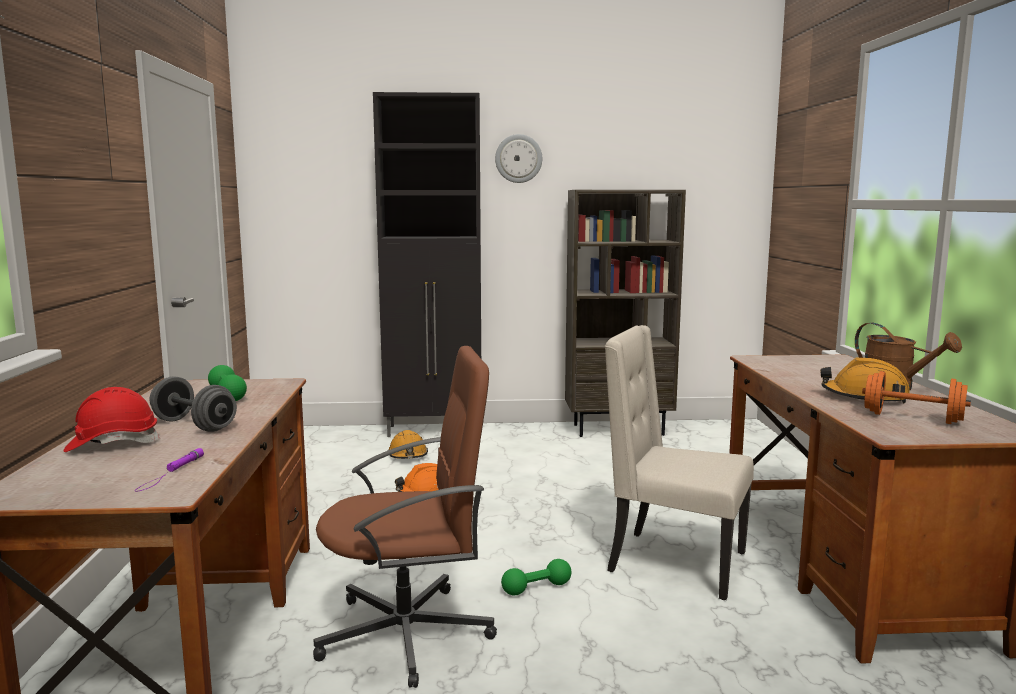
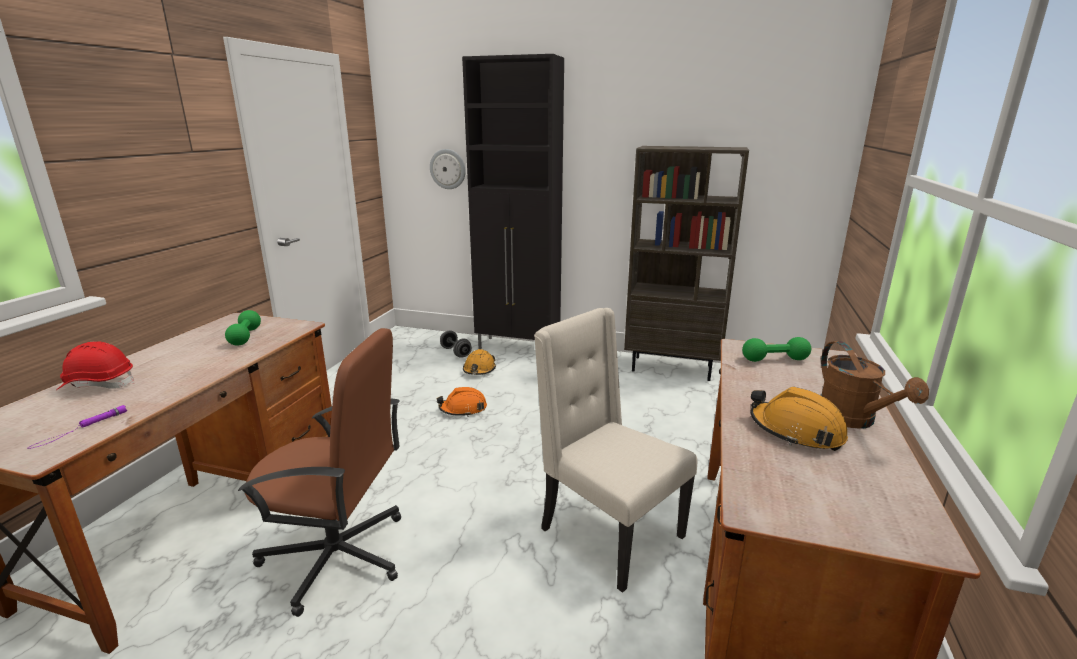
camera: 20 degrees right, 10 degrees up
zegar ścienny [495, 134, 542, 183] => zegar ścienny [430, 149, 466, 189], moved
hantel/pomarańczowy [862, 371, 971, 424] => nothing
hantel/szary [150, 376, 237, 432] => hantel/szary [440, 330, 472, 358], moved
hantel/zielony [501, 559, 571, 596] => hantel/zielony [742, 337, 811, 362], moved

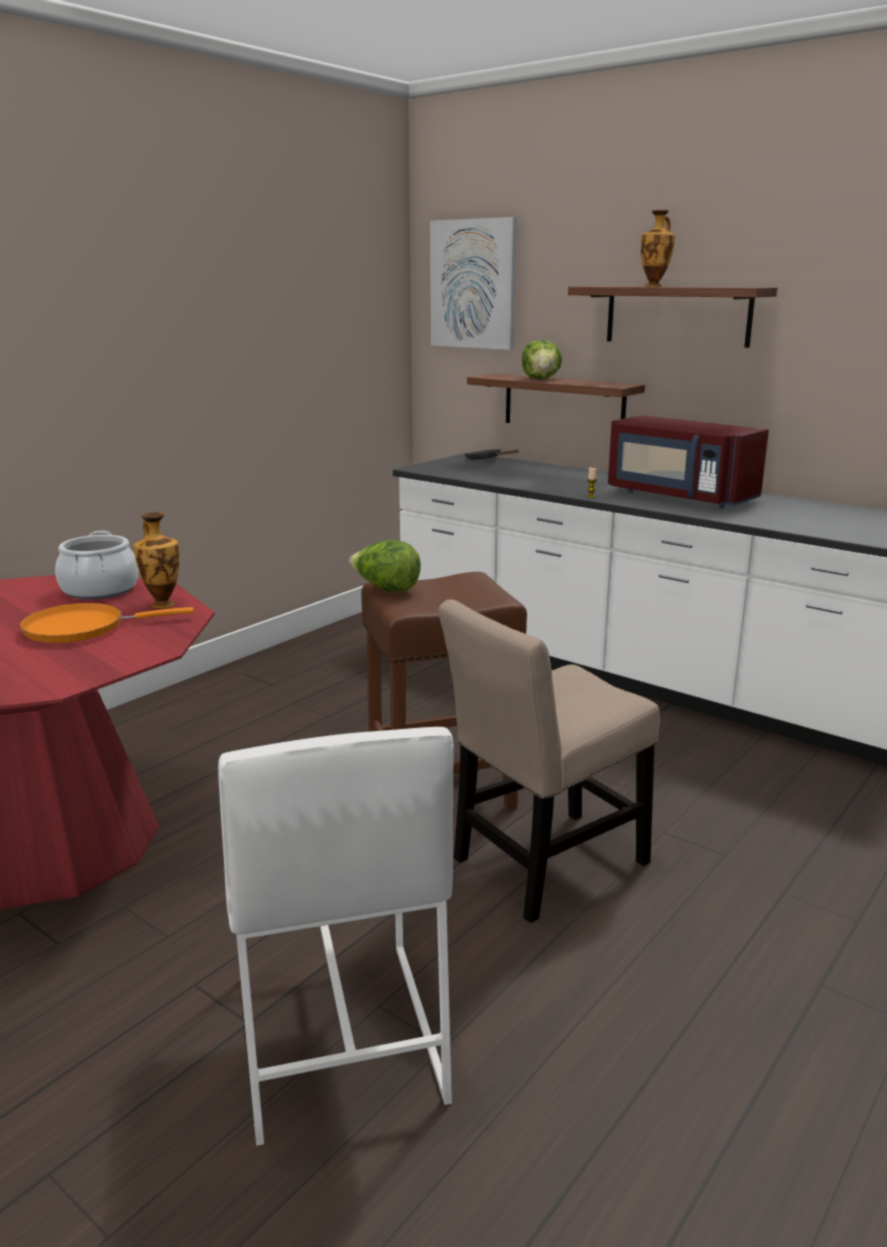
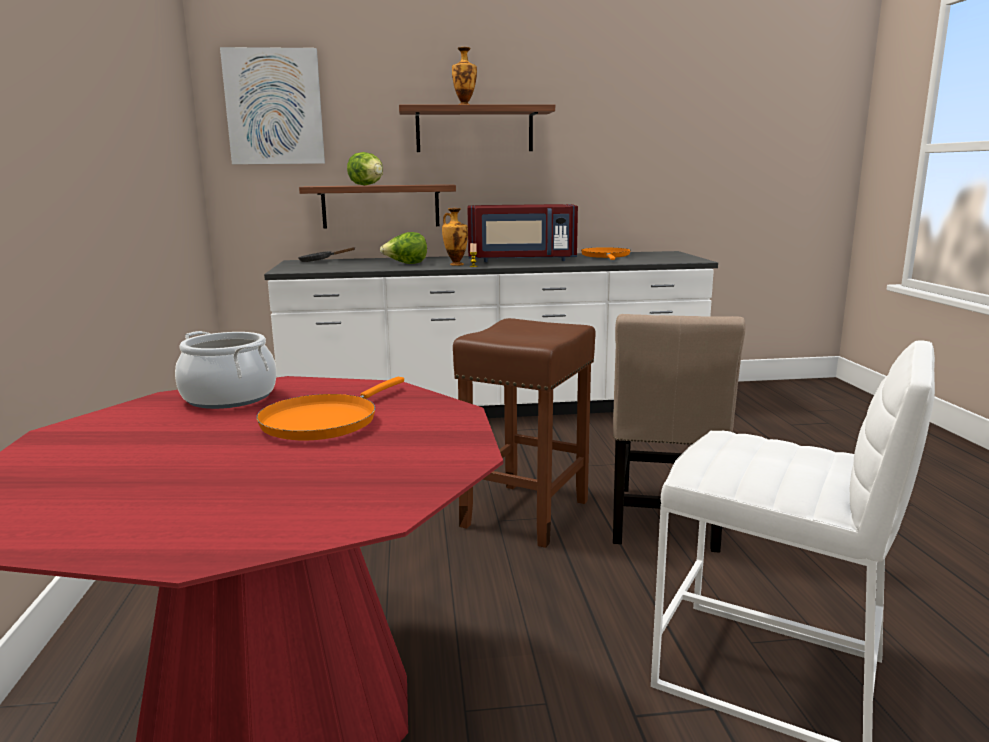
camera: 45 degrees left, 5 degrees down
wazon [134, 512, 180, 609] => wazon [442, 208, 468, 266], moved
sałata [349, 540, 421, 592] => sałata [380, 232, 427, 264], moved
nothing => patelnia/pomarańczowy [581, 247, 631, 260]

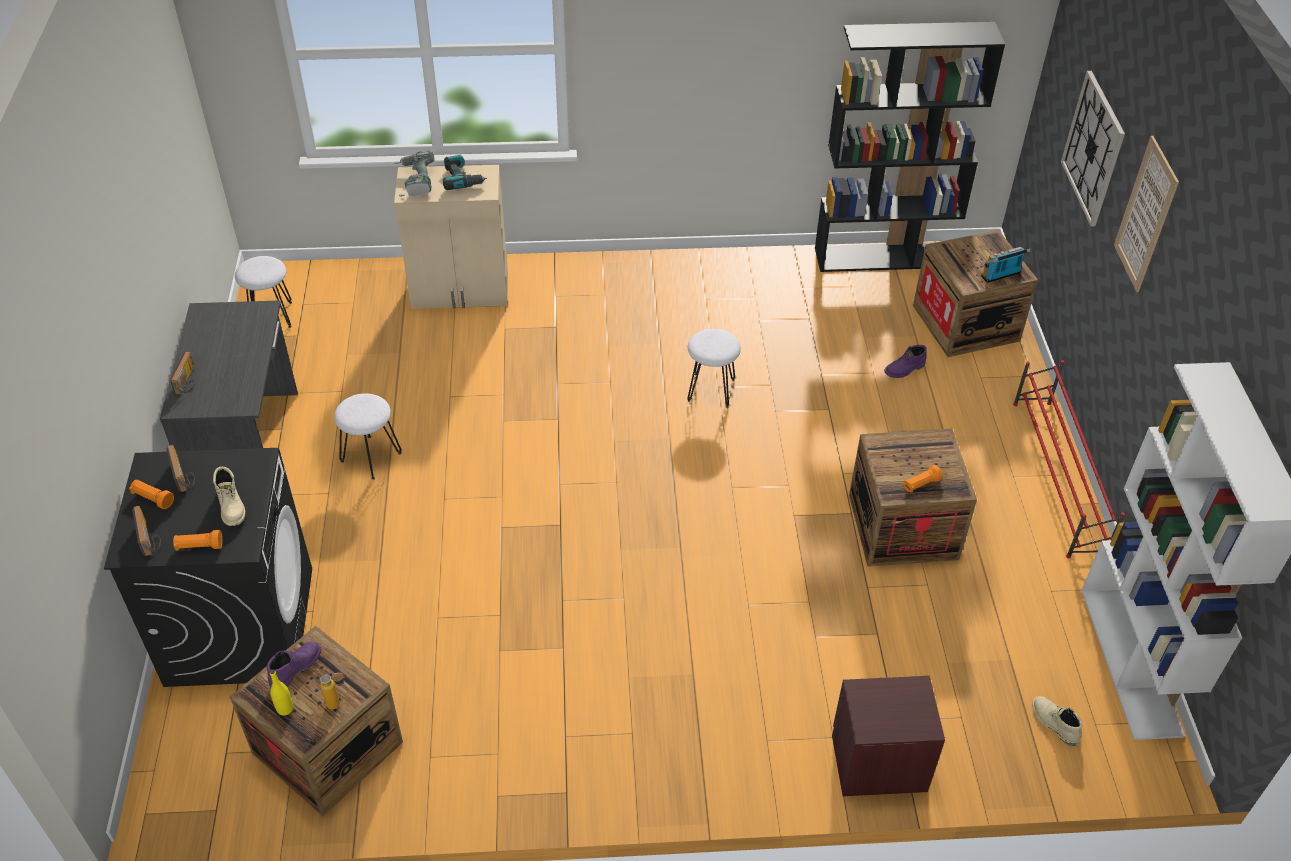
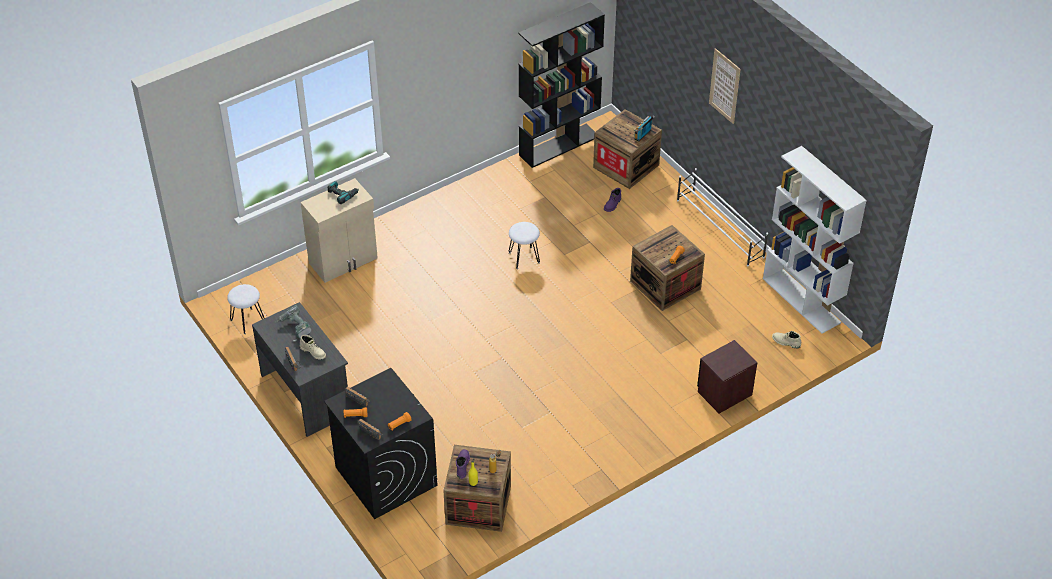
camera: 30 degrees left, 0 degrees up
zegar ścienny [1061, 71, 1125, 226] => nothing
wiertarka [394, 150, 435, 197] => wiertarka [276, 305, 311, 342], moved
regał na buty/czerwony [1013, 360, 1125, 558] => regał na buty/biały [677, 168, 768, 266]
stołek/biały [334, 393, 402, 480] => nothing
but z cholewką/beżowy [213, 467, 245, 526] => but z cholewką/beżowy [300, 335, 326, 359], moved

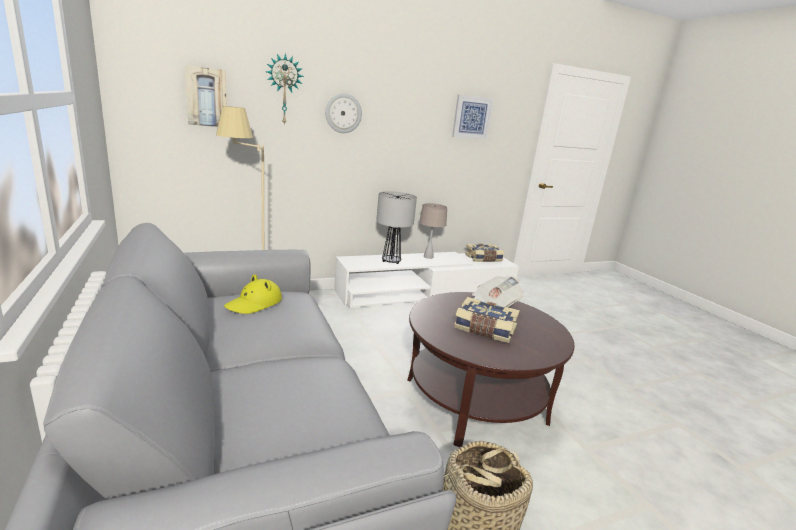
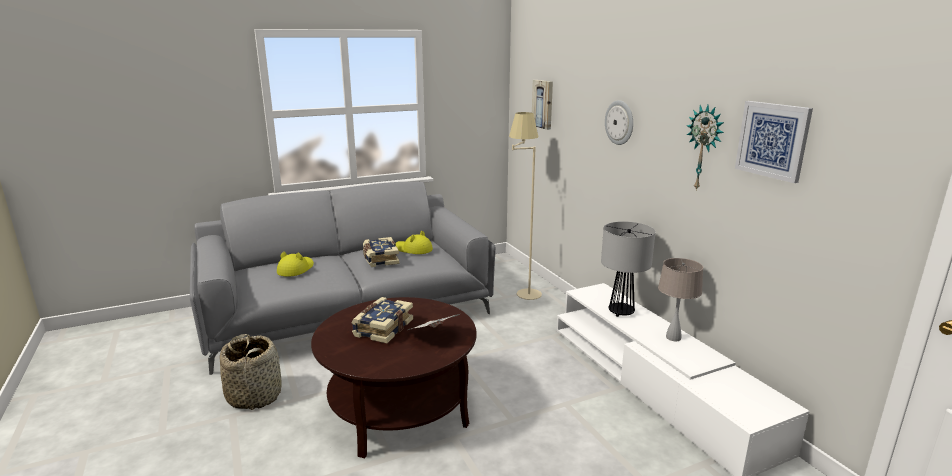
camera: 90 degrees right, 0 degrees up
zegar ścienny [266, 53, 304, 126] => zegar ścienny [687, 105, 724, 190], moved
książka [465, 244, 504, 262] => książka [363, 237, 399, 267], moved
nothing => kapelusz/żółty [277, 252, 314, 277]

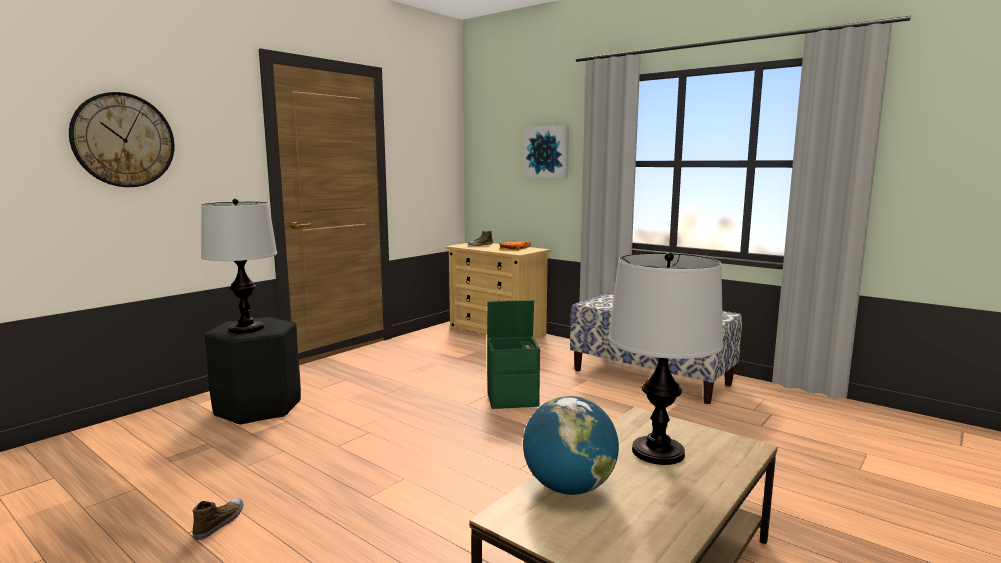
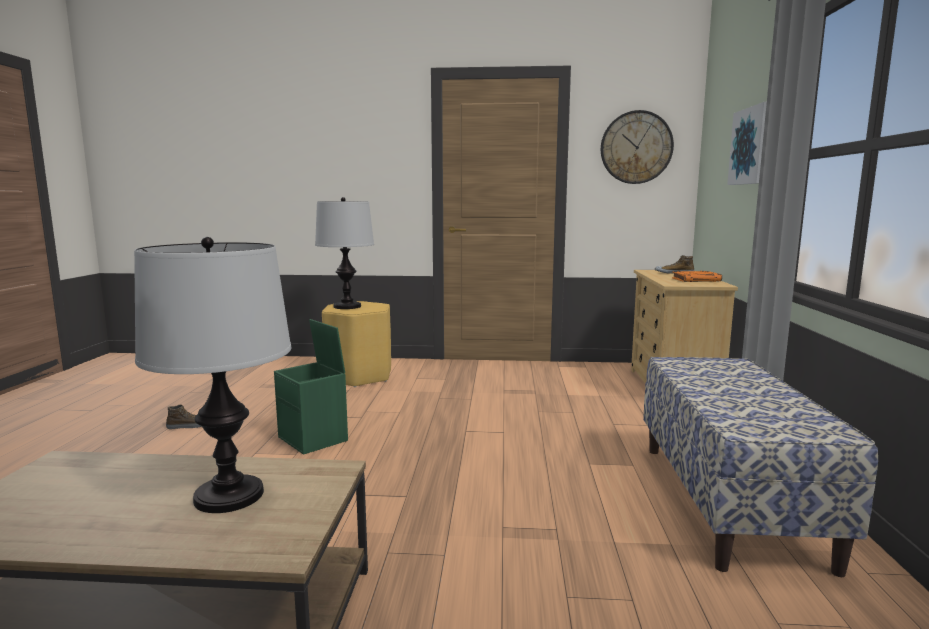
camera: 55 degrees right, 0 degrees up
zegar ścienny [69, 92, 175, 187] => zegar ścienny [601, 110, 674, 184], moved
pojemnik do przechowywania/zielony [487, 300, 540, 409] => pojemnik do przechowywania/zielony [274, 319, 348, 455], moved
stołek/czarny [205, 317, 301, 425] => stołek/żółty [322, 301, 391, 387]
globus [523, 396, 619, 495] => nothing

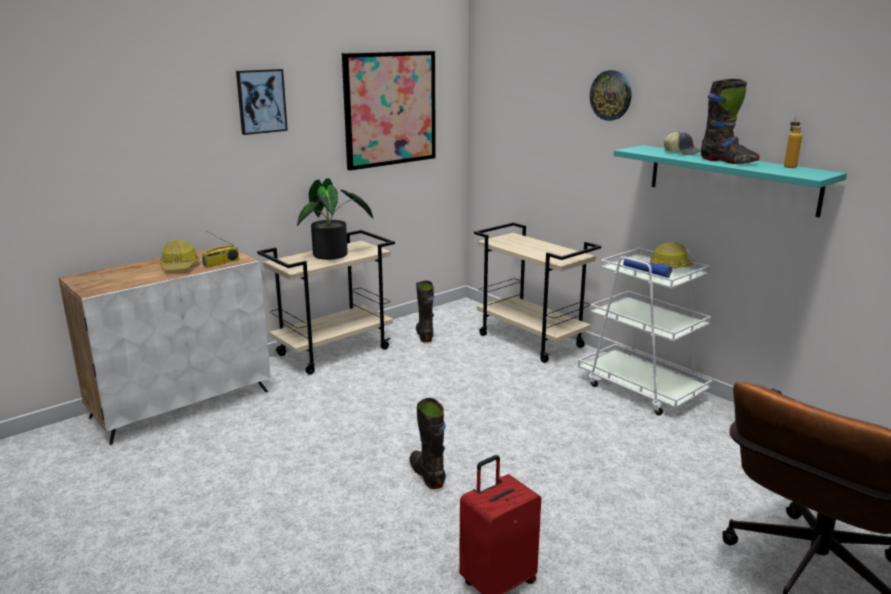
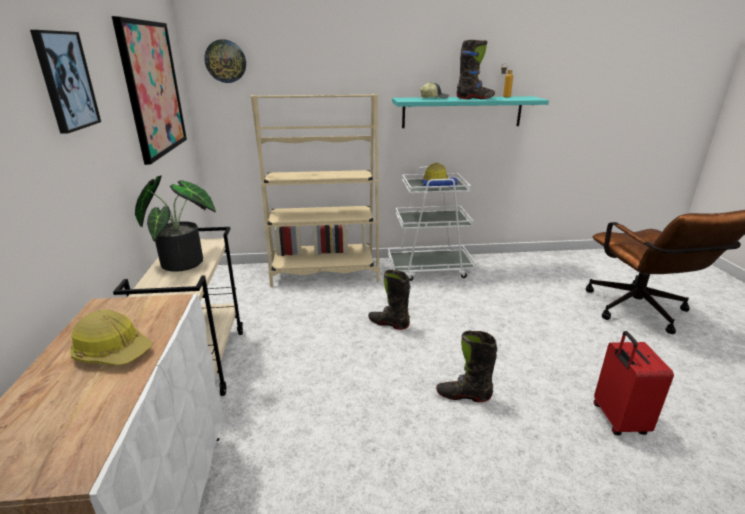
camera: 55 degrees left, 5 degrees up
zegar ścienny [590, 70, 631, 121] => zegar ścienny [204, 39, 246, 83], moved
wózek/beżowy [474, 222, 601, 363] => regał/beżowy [251, 94, 379, 287]
radio [202, 231, 239, 267] => nothing
but z cholewką/czarny [416, 280, 434, 342] => but z cholewką/czarny [368, 270, 411, 330], moved

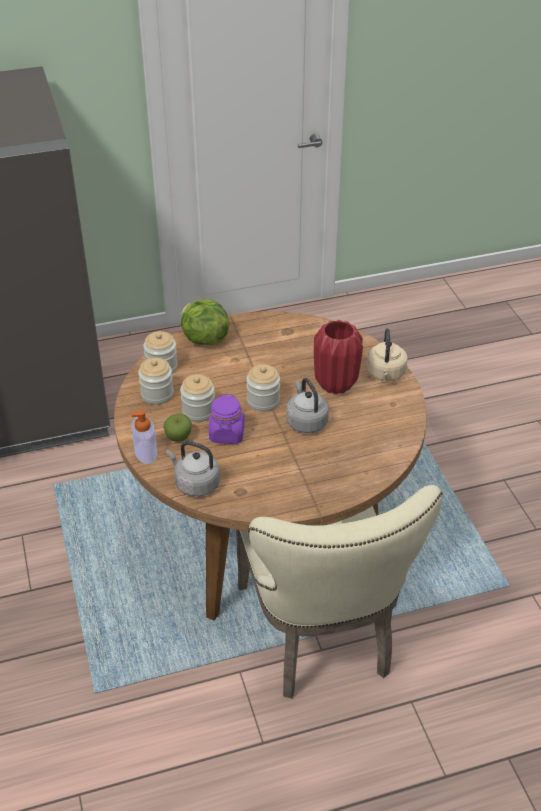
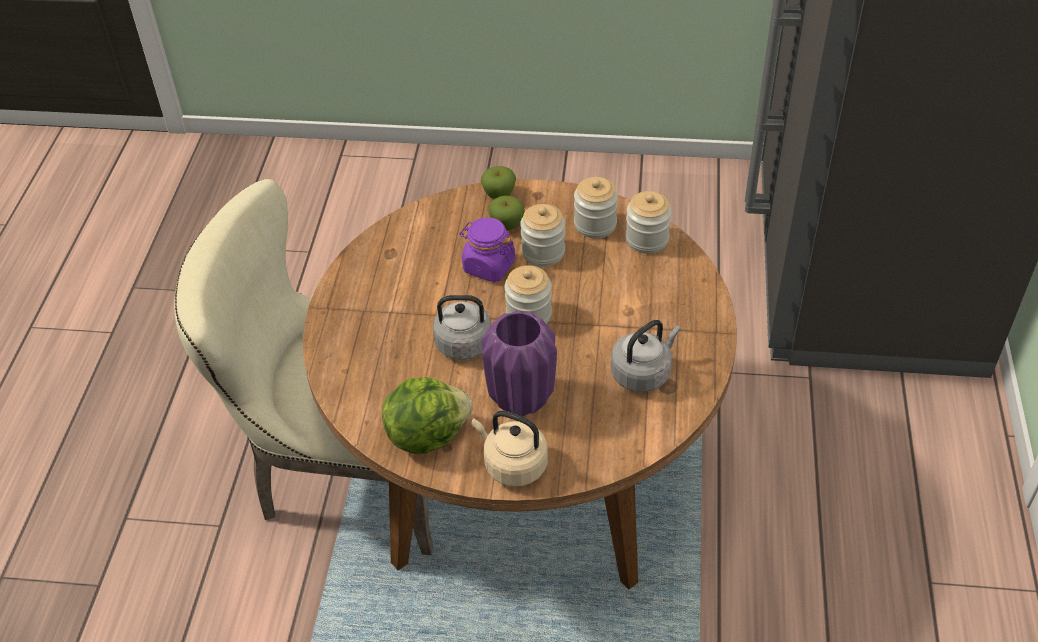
camera: 115 degrees right, 5 degrees up
sałata [181, 299, 229, 345] => sałata [382, 377, 473, 454], moved
wazon/czerwony [314, 320, 363, 394] => wazon/fioletowy [481, 310, 557, 416]
dozownik mydła [131, 410, 157, 464] => jabłko [481, 166, 516, 199]
czajnik/szary [166, 441, 220, 496] => czajnik/szary [611, 320, 681, 392], moved

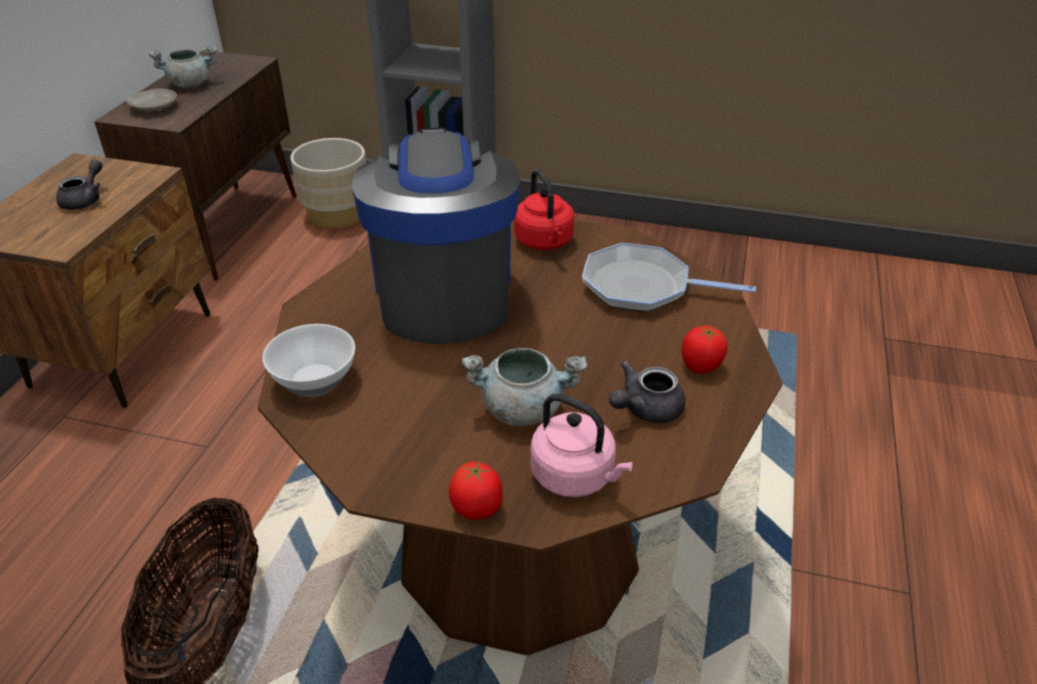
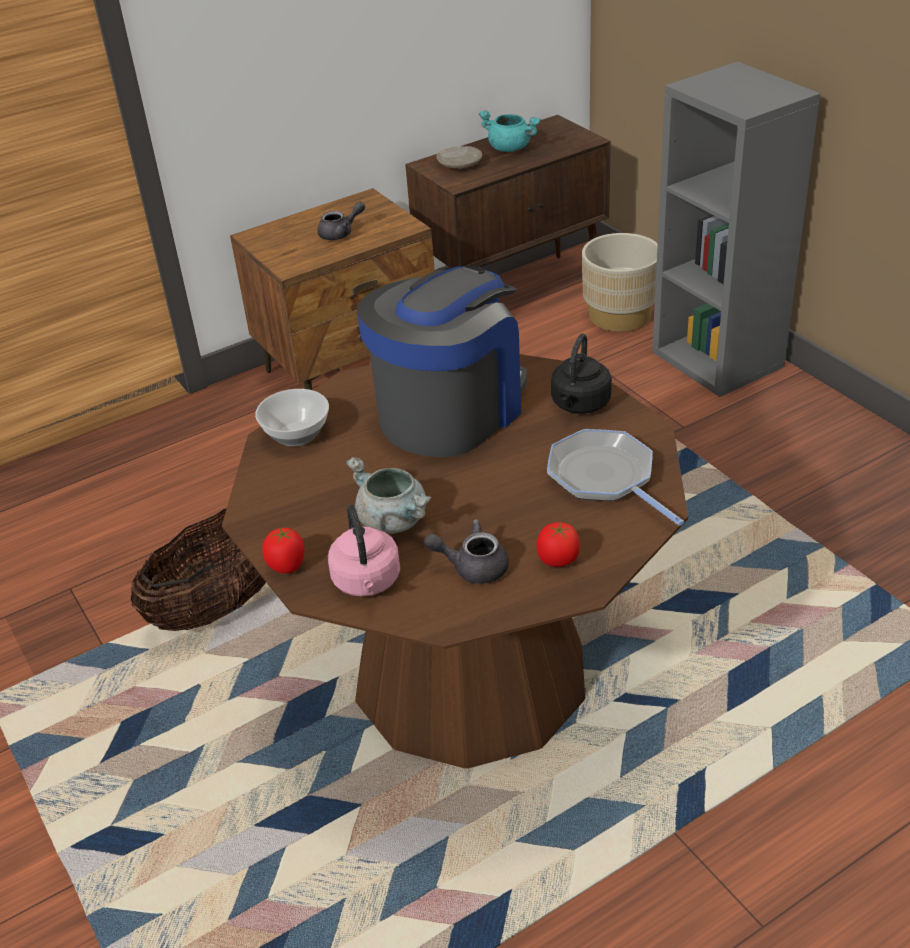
camera: 45 degrees right, 0 degrees up
garnek/szary [149, 46, 218, 88] => garnek/turkusowy [479, 110, 541, 152]
czajnik/czerwony [514, 169, 574, 250] => czajnik/czarny [551, 334, 612, 414]

